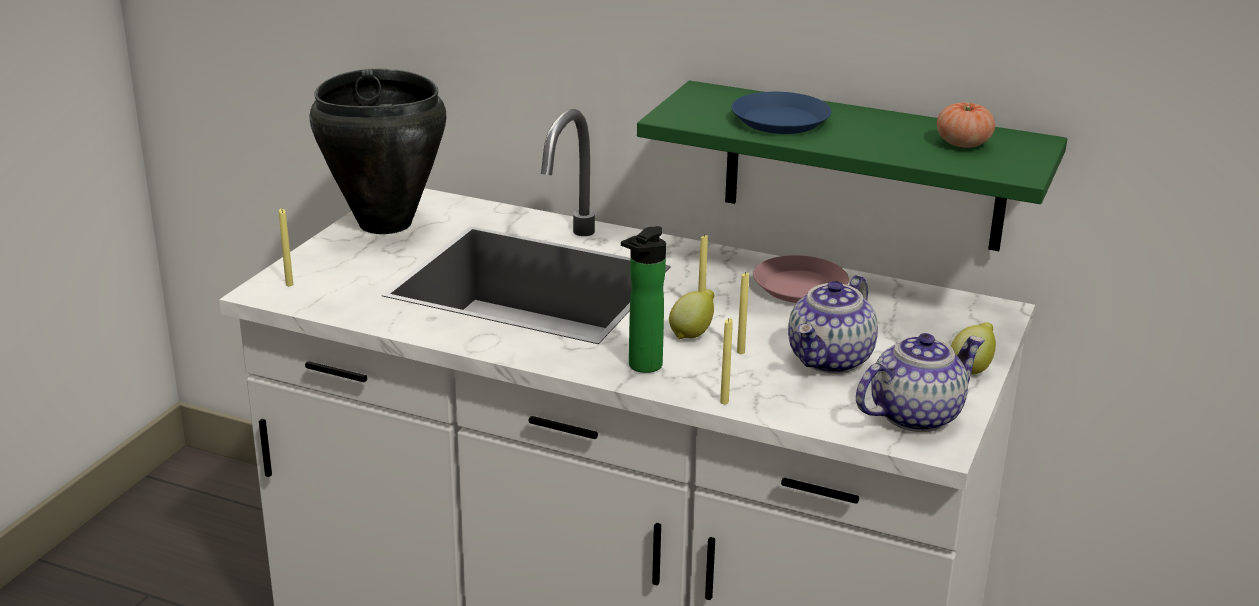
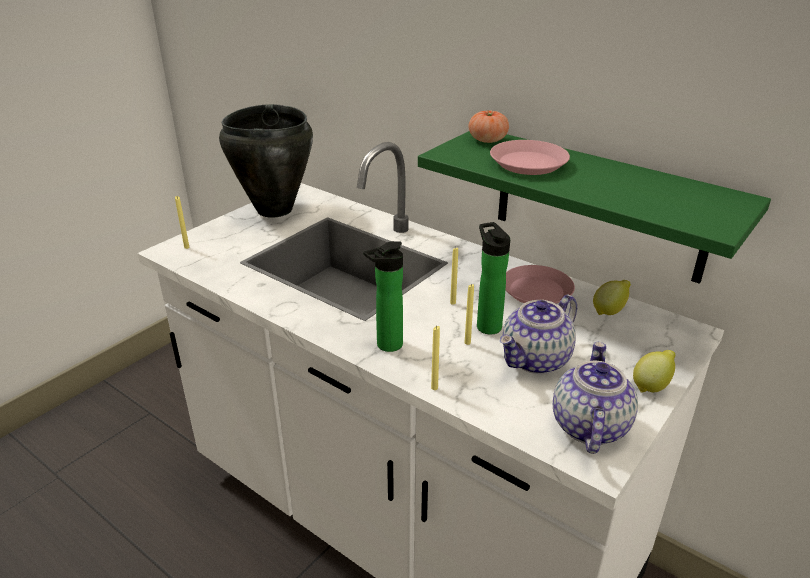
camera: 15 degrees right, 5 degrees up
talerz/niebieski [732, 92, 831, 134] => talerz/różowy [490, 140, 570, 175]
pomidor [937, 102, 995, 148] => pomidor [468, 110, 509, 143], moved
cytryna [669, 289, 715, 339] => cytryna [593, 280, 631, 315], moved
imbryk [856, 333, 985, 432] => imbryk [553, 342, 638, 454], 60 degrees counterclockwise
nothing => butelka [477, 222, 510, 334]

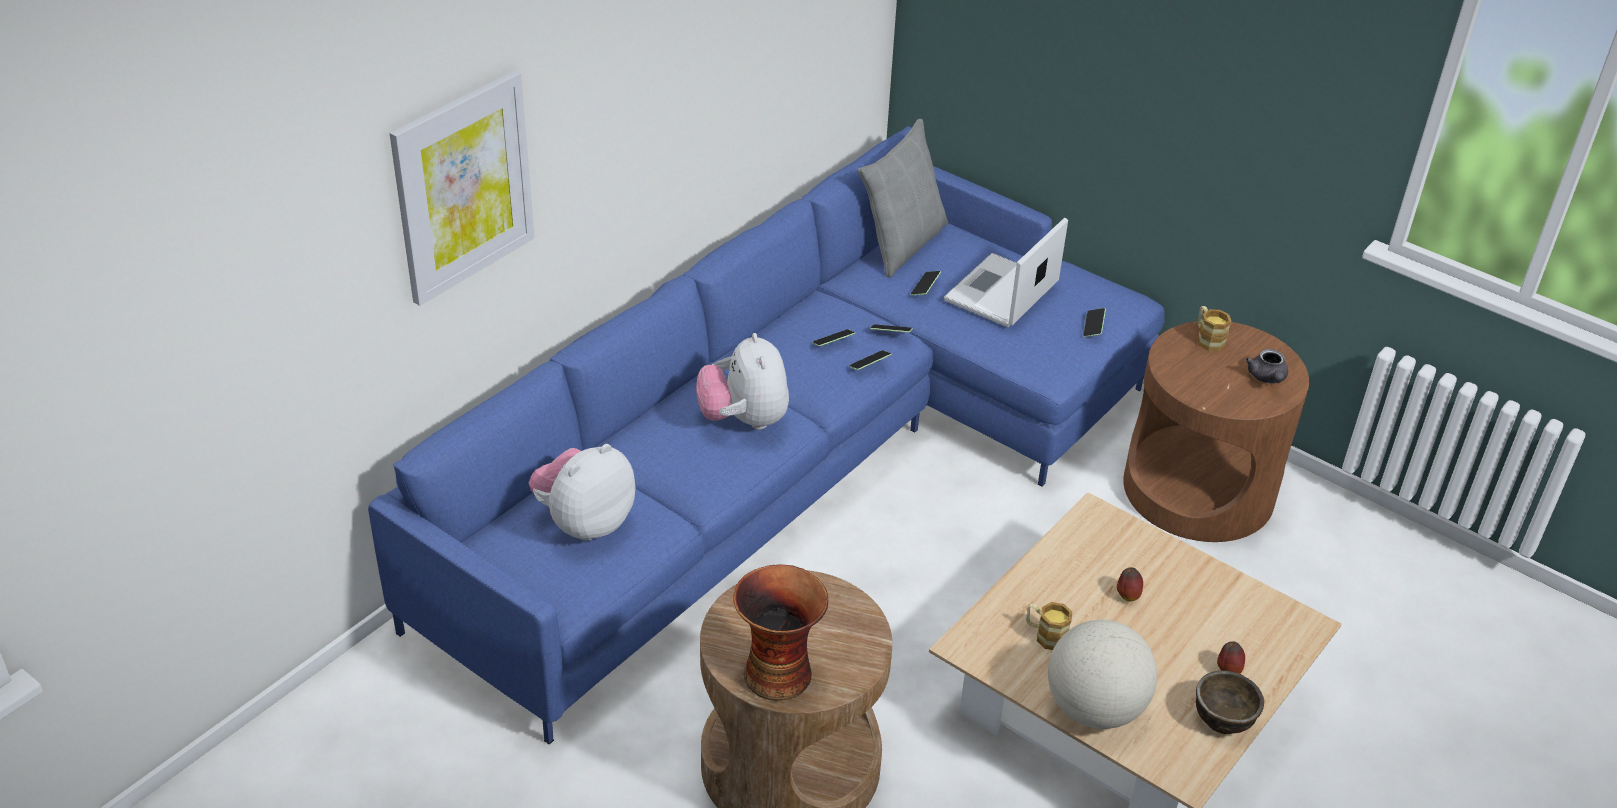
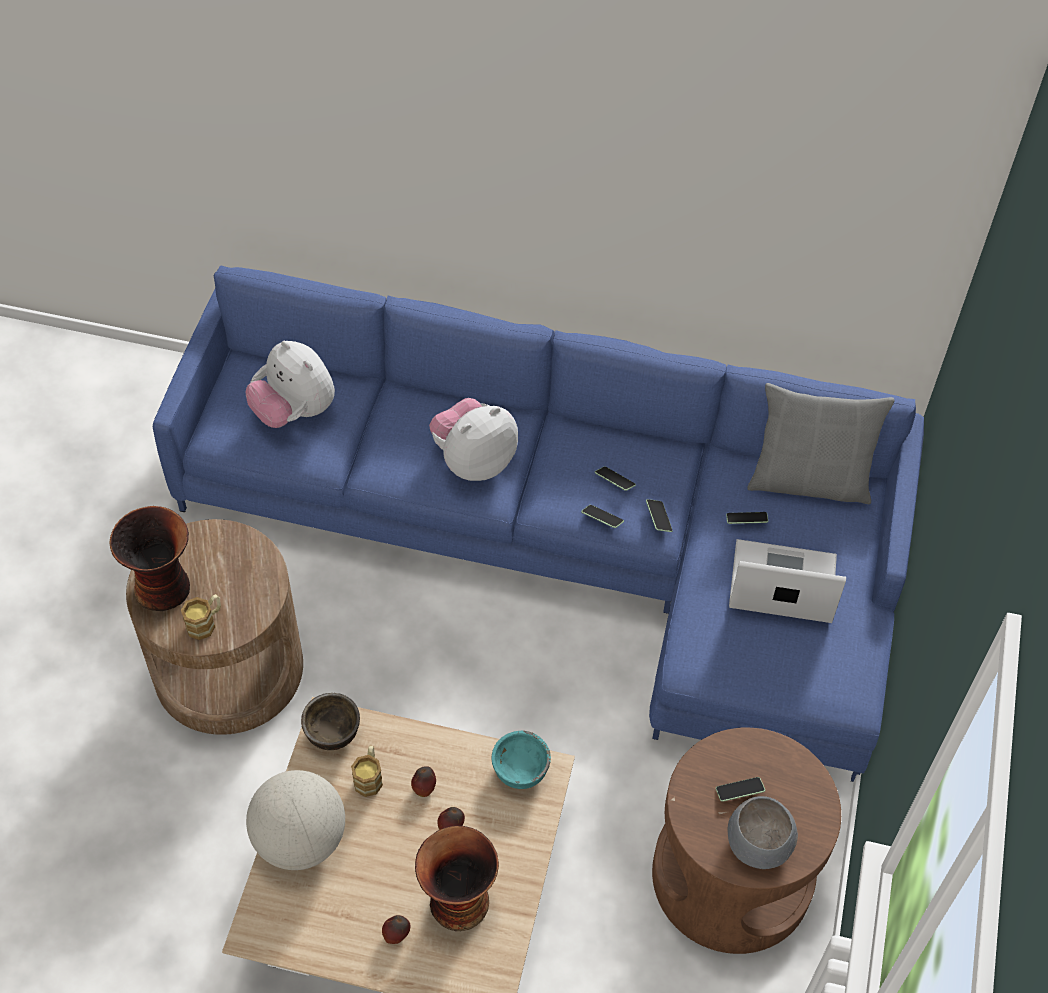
camera: 65 degrees right, 15 degrees up
obraz [390, 71, 535, 306] => nothing
kubek [1197, 306, 1231, 351] => kubek [181, 594, 221, 640], moved
telefon [1083, 308, 1106, 337] => telefon [716, 777, 765, 802], moved
imbryk/szary [1245, 349, 1288, 384] => miska/szary [728, 796, 798, 869]
pluszak [528, 444, 636, 541] => pluszak [246, 340, 335, 428], 150 degrees counterclockwise
miska/brązowy [1196, 670, 1264, 734] => miska/brązowy [301, 693, 360, 750], moved
nothing => miska/turkusowy [492, 731, 551, 789]
nothing => jabłko [411, 766, 436, 797]
nothing => wazon [415, 826, 499, 931]

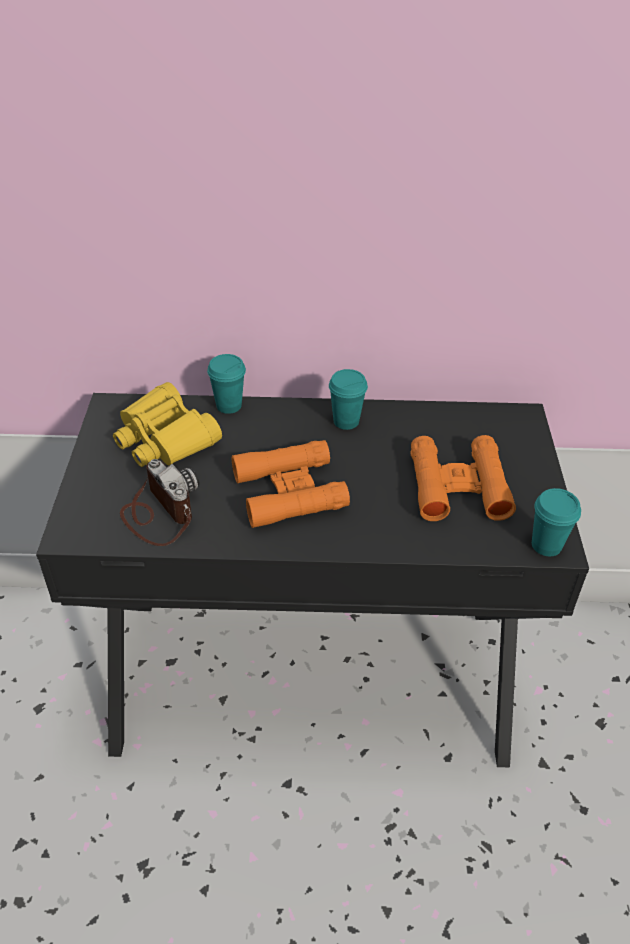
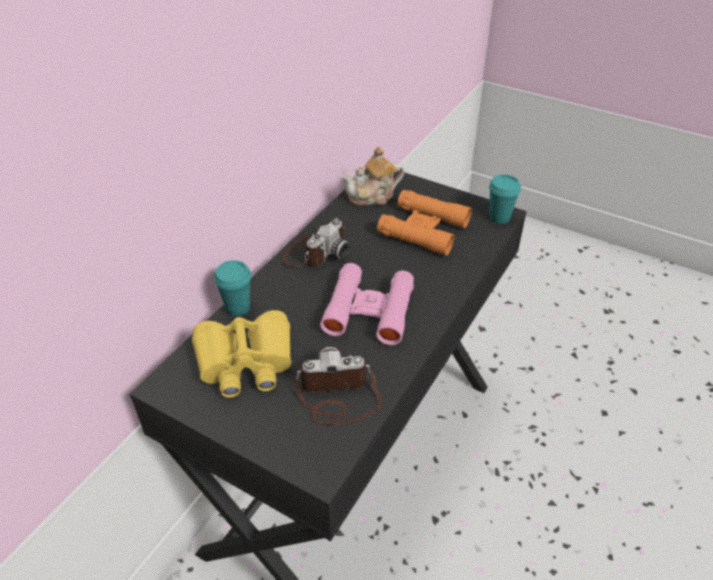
camera: 60 degrees left, 0 degrees up
filiżanka/turkusowy [329, 369, 368, 430] => aparat fotograficzny [283, 218, 350, 268]
lornetka/pomarańczowy [232, 440, 350, 528] => lornetka/różowy [320, 263, 414, 345]
nothing => imbryk [341, 147, 404, 206]

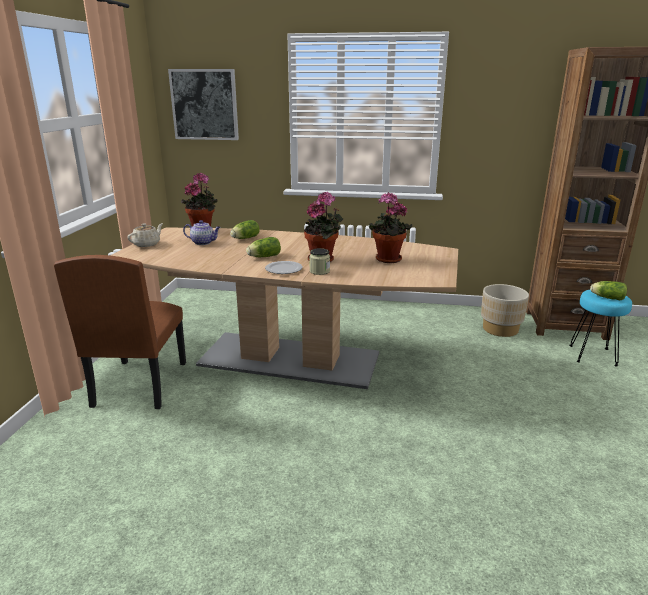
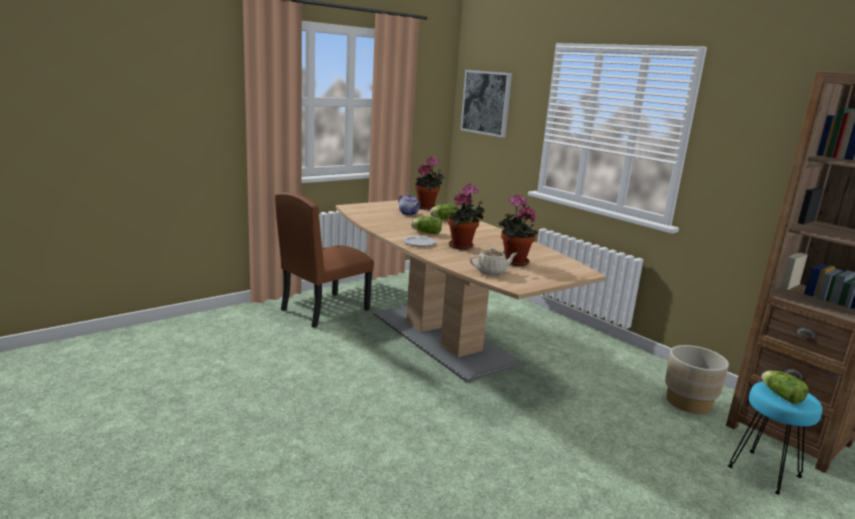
camera: 40 degrees right, 5 degrees down
imbryk/beżowy [127, 223, 163, 247] => imbryk/beżowy [470, 248, 517, 275], moved
słoik [309, 248, 330, 275] => nothing

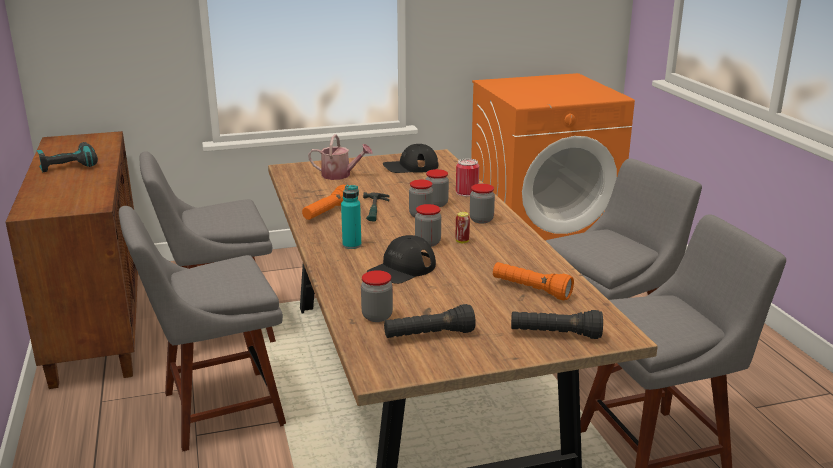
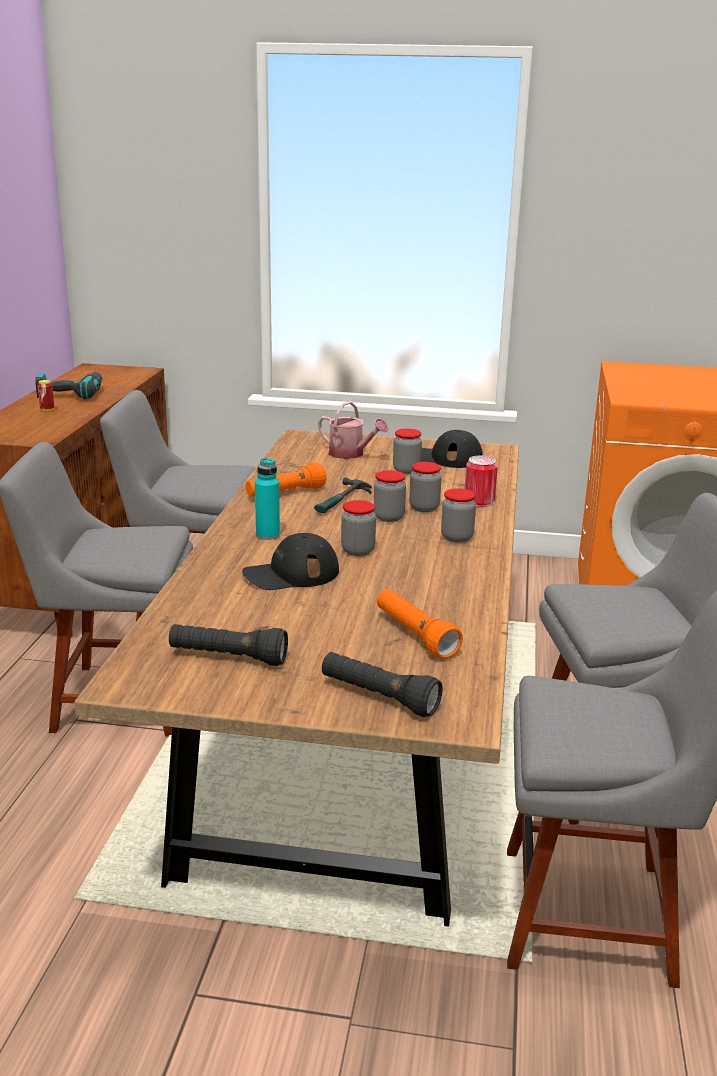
camera: 25 degrees right, 0 degrees up
puszka [456, 212, 470, 243] => puszka [38, 380, 54, 412], moved
słoik [361, 270, 393, 322] => słoik [393, 428, 422, 474], moved

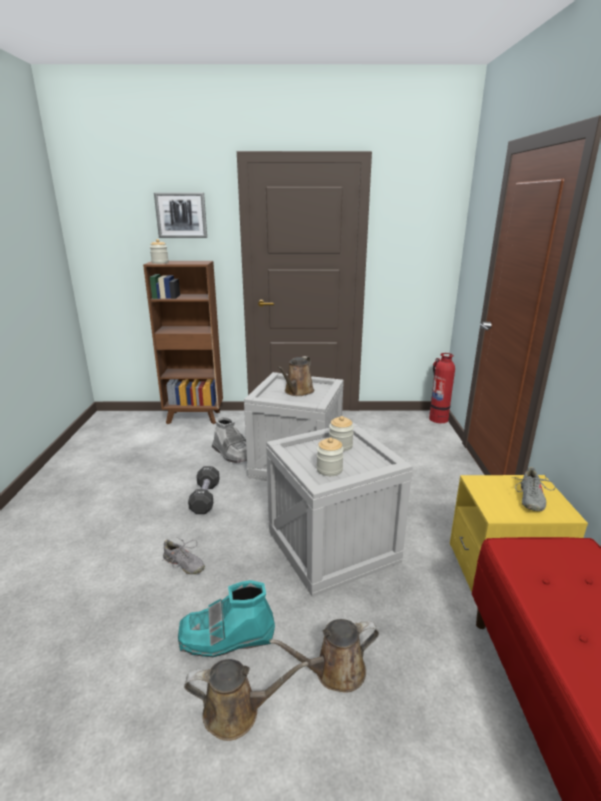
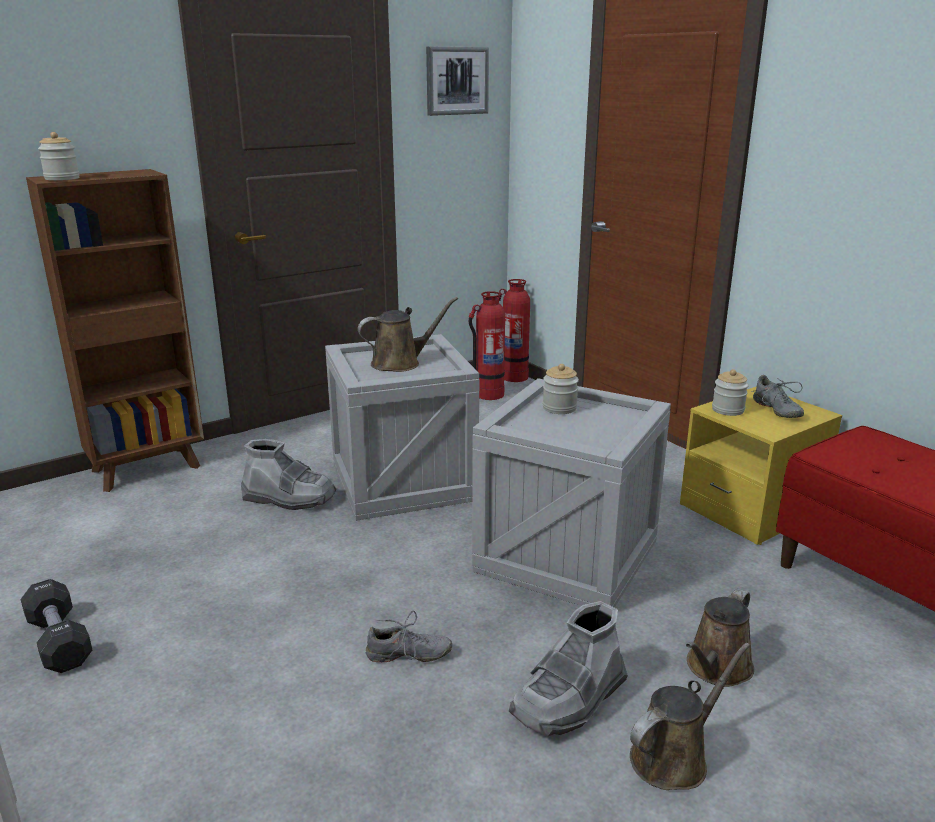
camera: 35 degrees left, 0 degrees up
obraz [154, 192, 207, 238] => obraz [426, 47, 489, 116], moved
konewka/brązowy [277, 356, 314, 396] => konewka/brązowy [358, 297, 458, 372], 105 degrees counterclockwise
słoik [316, 438, 344, 476] => słoik [712, 369, 749, 416], moved
hantel/czarny [188, 466, 220, 514] => hantel/czarny [21, 579, 92, 673], moved
but z cholewką/turkusowy [178, 580, 275, 657] => but z cholewką/szary [509, 601, 628, 737]
nothing => gaśnica [469, 291, 505, 400]

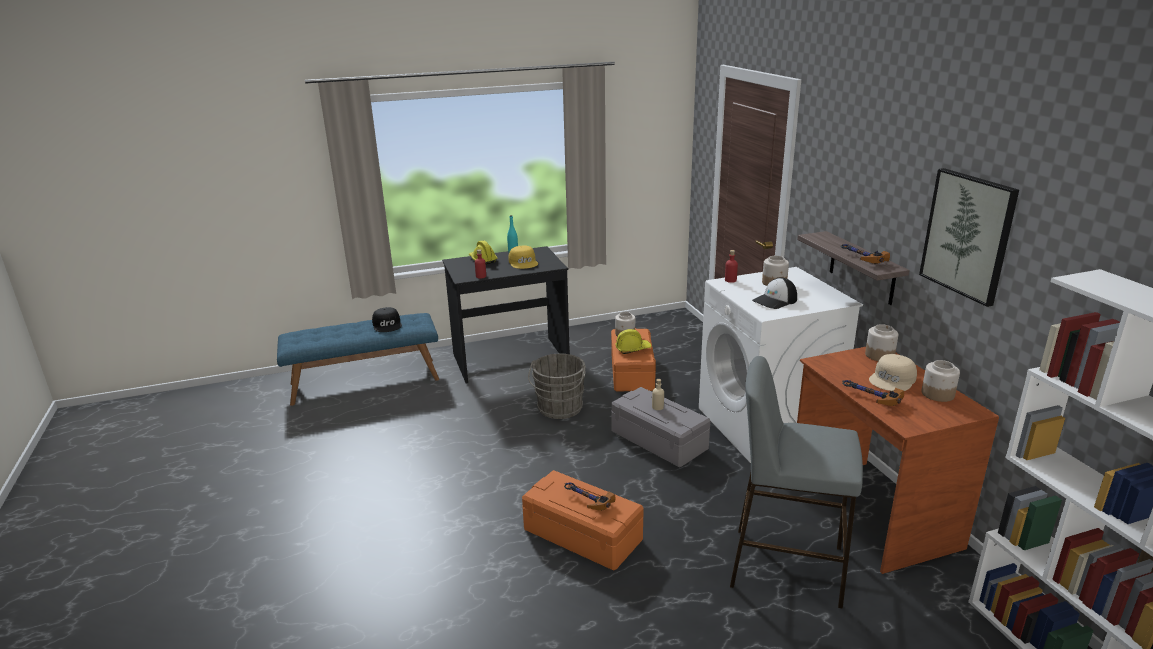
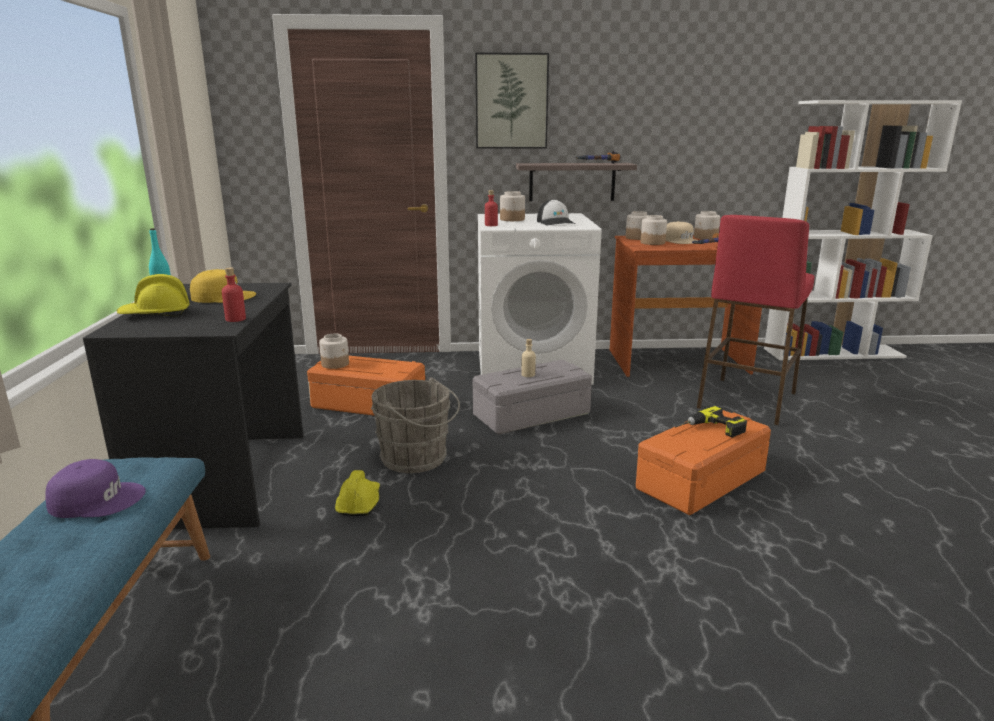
camera: 75 degrees left, 5 degrees down
obraz [919, 168, 1019, 307] => obraz [475, 53, 549, 149], moved
czapka z daszkiem/czarny [372, 307, 402, 332] => czapka z daszkiem/fioletowy [45, 459, 146, 518]
kask/żółty [615, 329, 651, 354] => kask/żółty [335, 470, 380, 516], moved
stołek/szary [730, 356, 863, 609] => stołek/czerwony [697, 215, 815, 425]
młotek [564, 482, 616, 511] => wiertarka [675, 406, 747, 437]
nothing => słoik [640, 215, 667, 245]

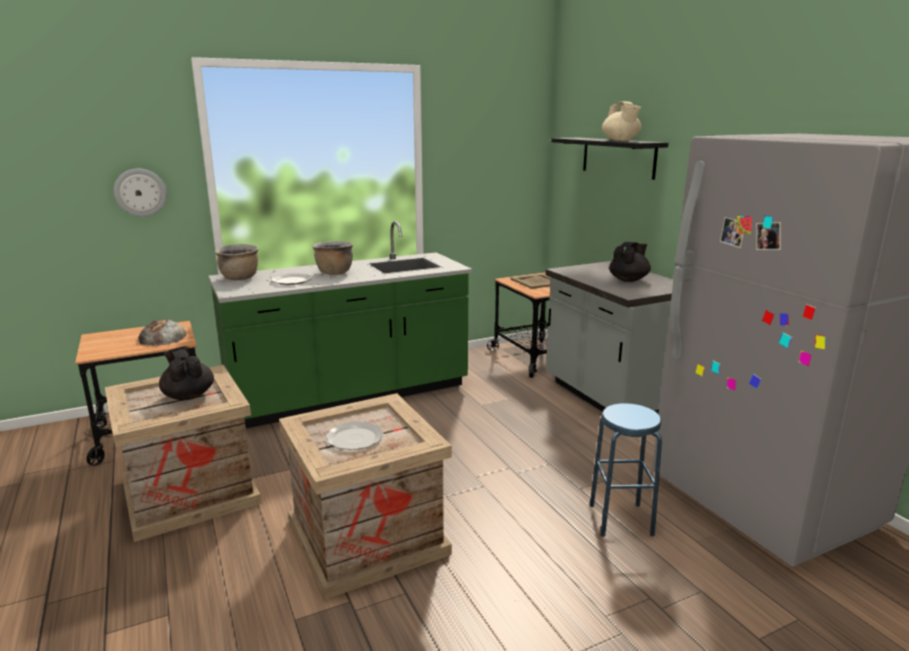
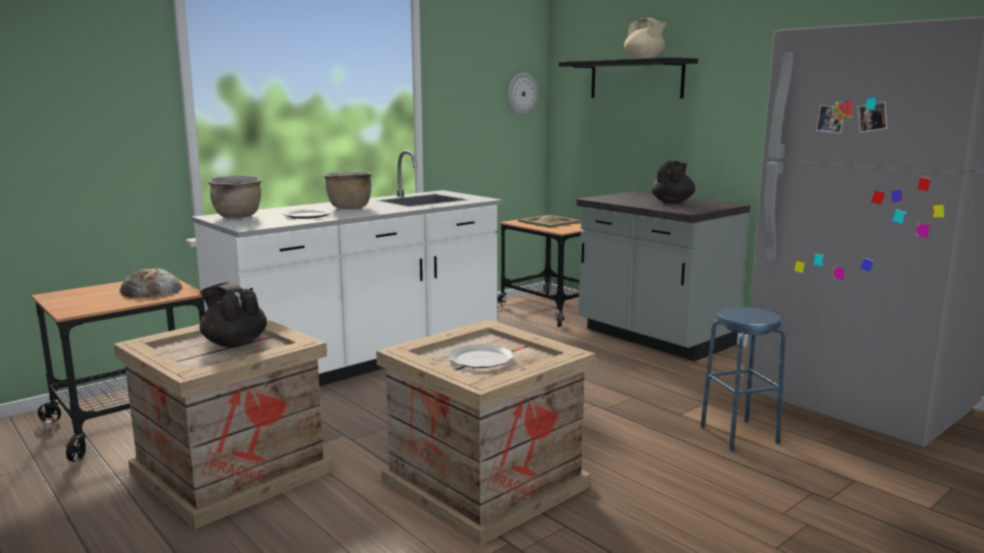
camera: 15 degrees left, 5 degrees down
zegar ścienny [114, 168, 167, 217] => zegar ścienny [508, 73, 538, 115], moved
zabudowa kuchenna/zielony [208, 221, 472, 428] => zabudowa kuchenna/biały [192, 150, 503, 386]

